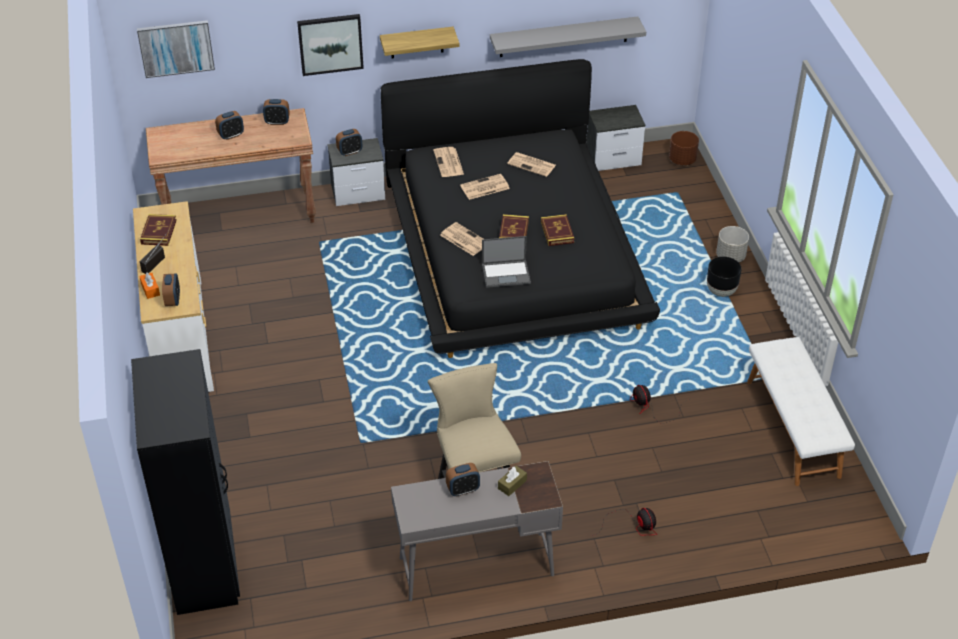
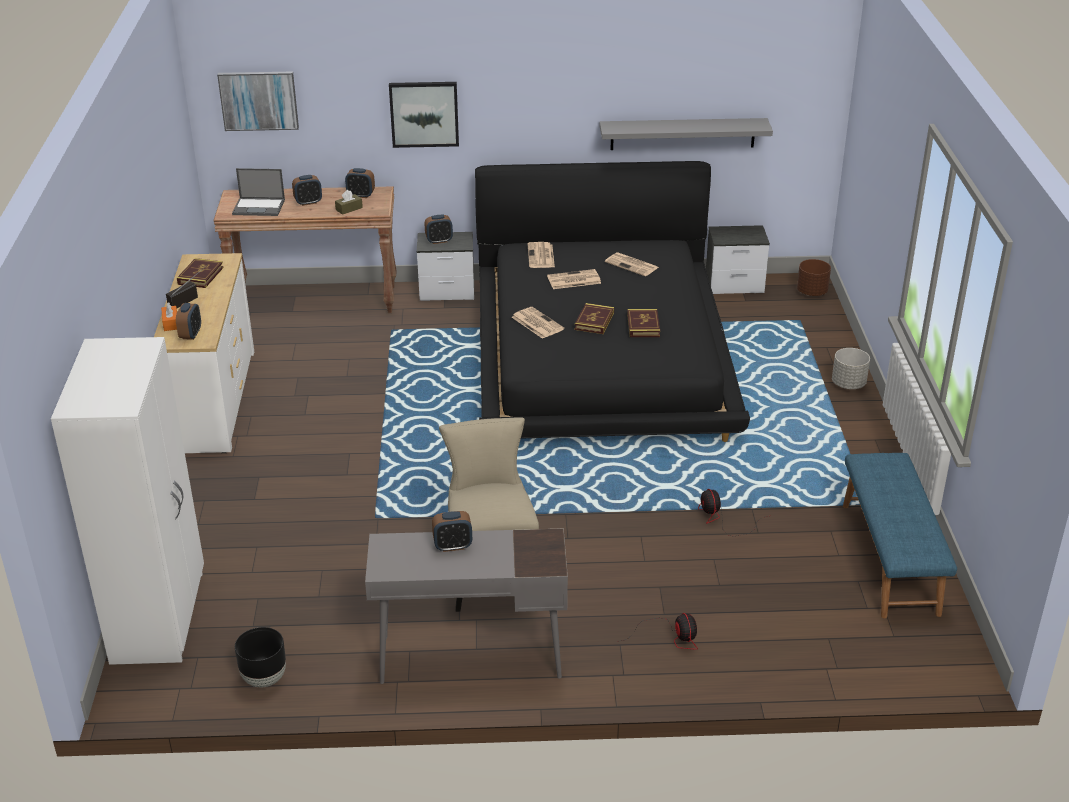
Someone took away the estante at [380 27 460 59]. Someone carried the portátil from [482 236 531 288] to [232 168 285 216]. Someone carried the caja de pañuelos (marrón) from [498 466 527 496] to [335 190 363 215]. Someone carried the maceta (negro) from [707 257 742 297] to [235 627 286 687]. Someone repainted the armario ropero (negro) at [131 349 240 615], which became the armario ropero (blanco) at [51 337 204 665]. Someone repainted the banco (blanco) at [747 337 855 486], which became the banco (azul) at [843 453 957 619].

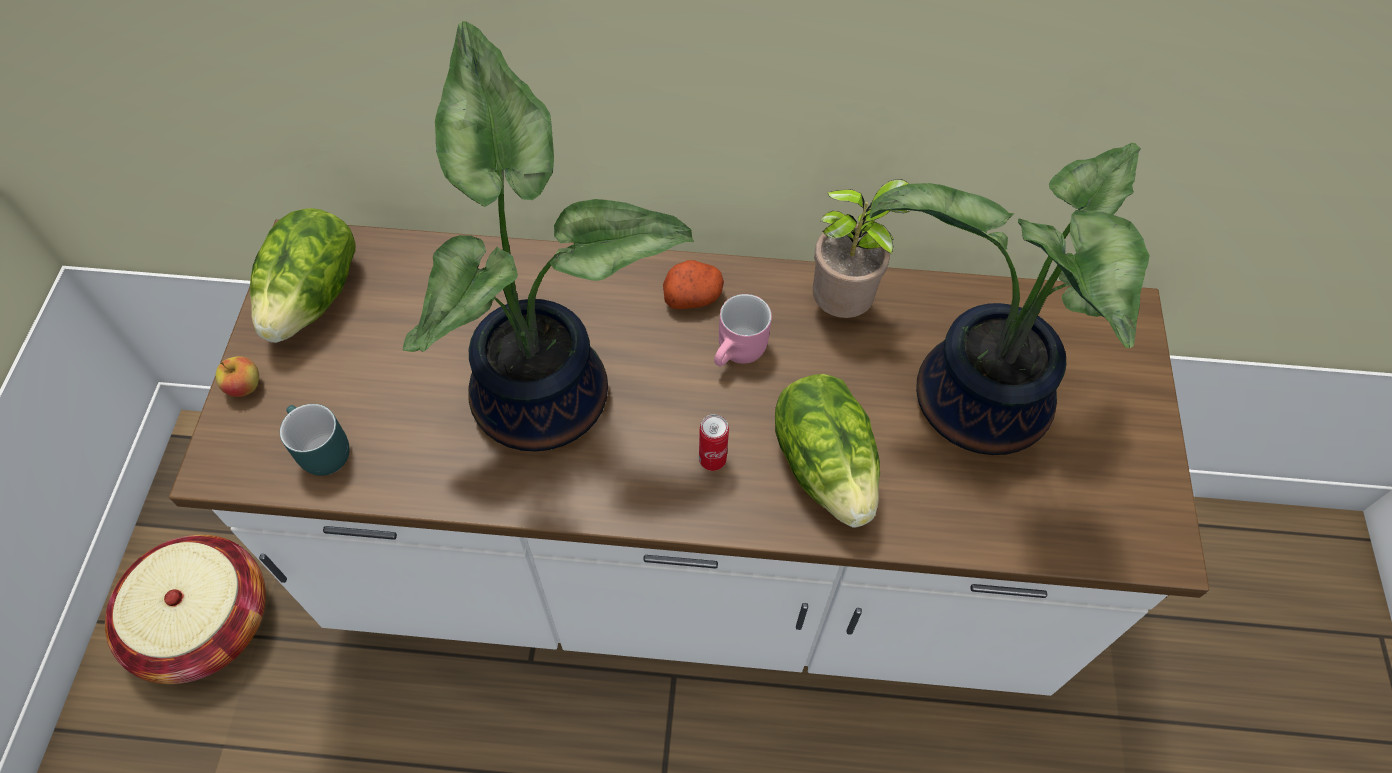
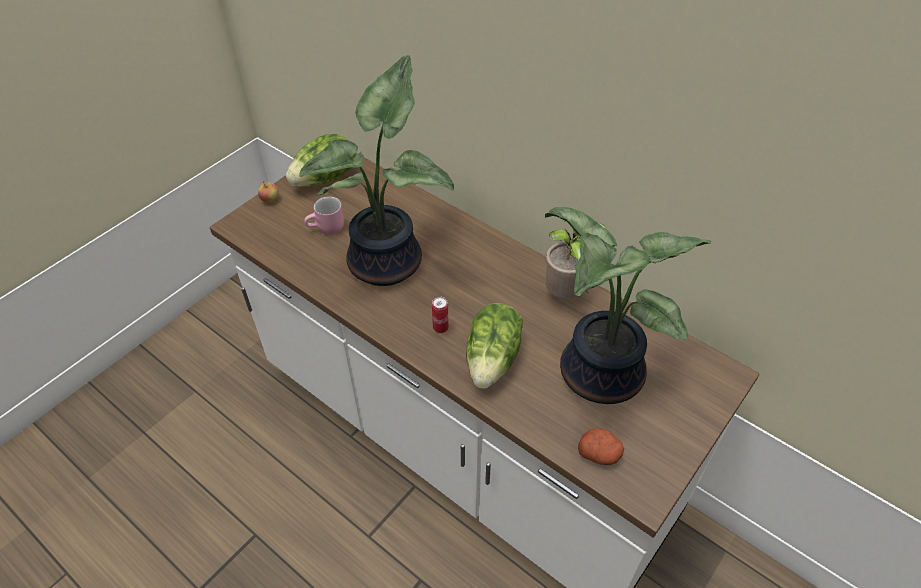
Someone took away the cesta at [105 535 266 684]. Someone took away the taza grande (turquesa) at [280 404 350 476]. Someone carried the patata from [663 260 724 309] to [578 428 624 465]. Someone carried the taza grande (rosa) from [714 294 772 366] to [304 196 344 235].

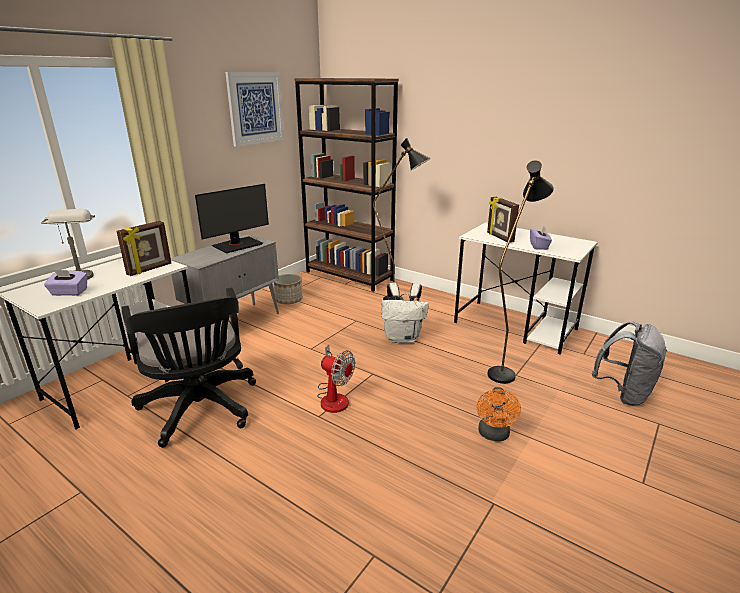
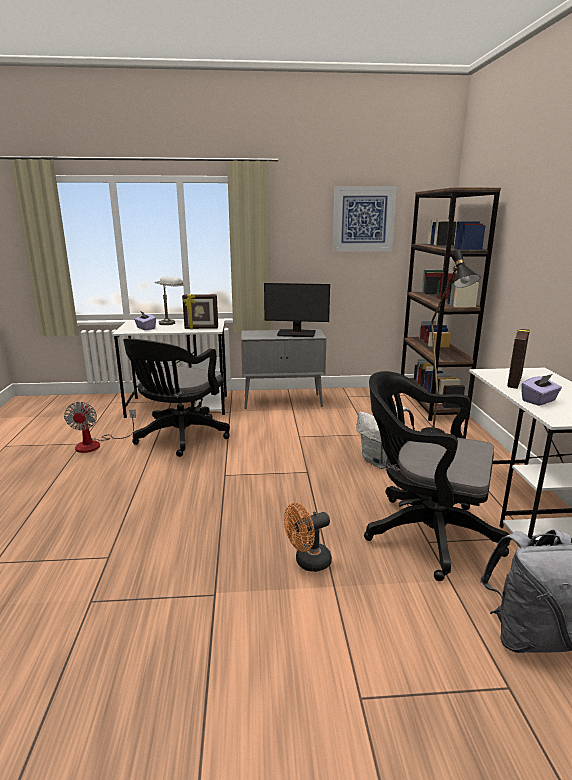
Someone took away the maceta at [274 274 303 304]. Someone carried the ventilador from [317 345 355 413] to [64 402 136 453]. Someone swapped the lámpara de pie (negro) at [488 160 554 384] for the silla de oficina (negro) at [364 371 510 581].

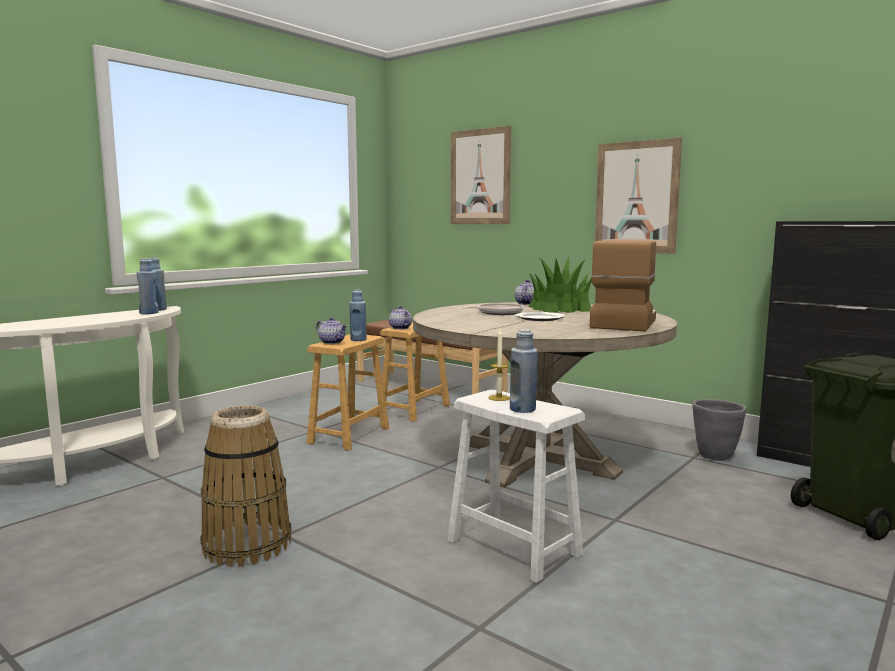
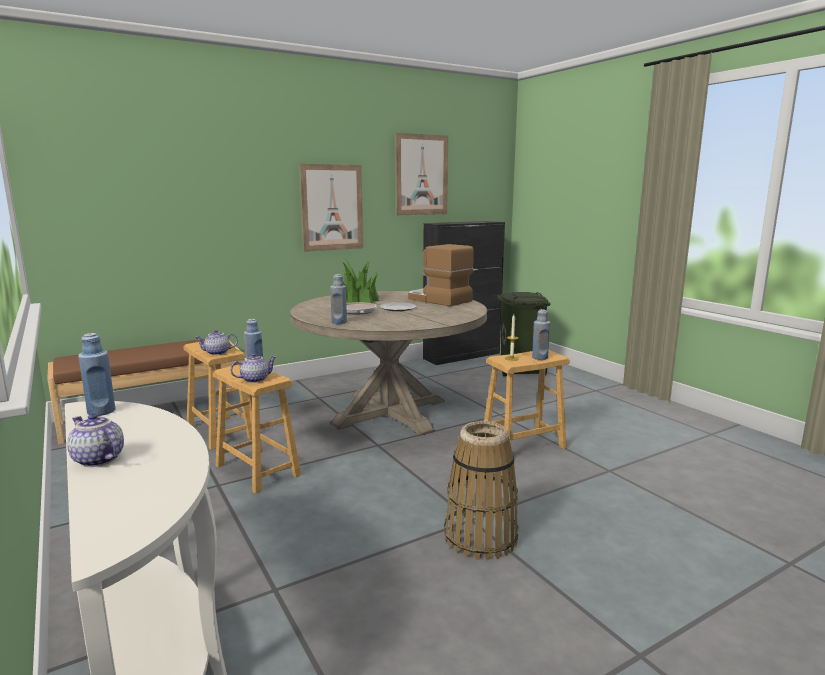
Someone took away the maceta (gris) at [692 399 746 461]. Someone carried the botella (azul) from [137 258 158 314] to [330 274 347 324]. Someone carried the cuadro from [451 126 511 224] to [395 133 448 215]. Someone carried the tetera from [515 280 534 305] to [67 413 124 467]. Someone repainted the taburete (blanco) at [447 390 585 583], which became the taburete (marrón) at [484 350 570 449].

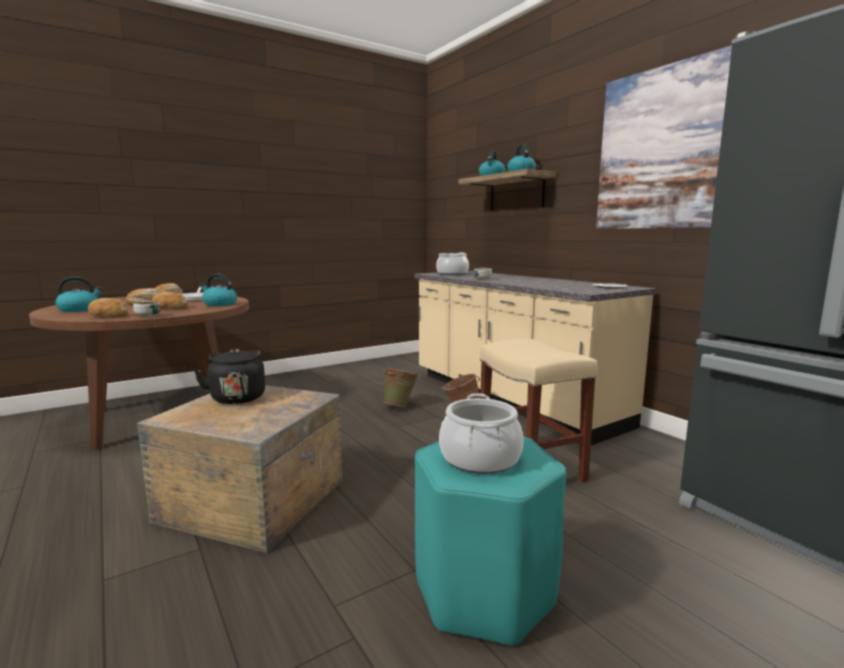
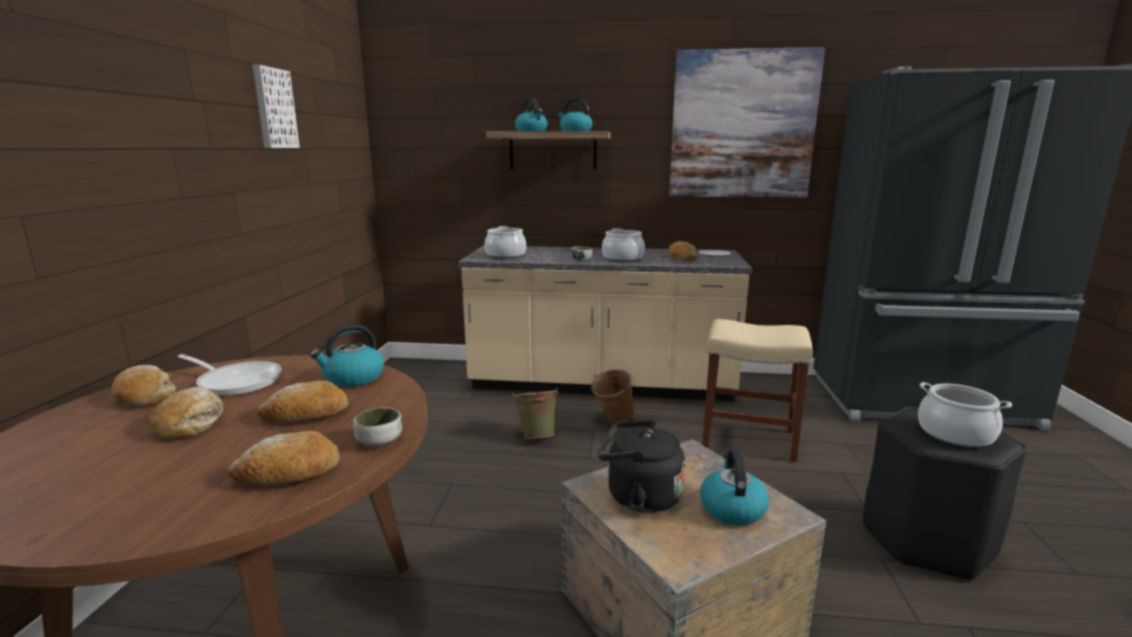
Someone put up the cuadro at [253 65 300 148]. Someone put down the olla at [602 228 645 262]. Someone put down the pan at [668 242 698 260]. Someone carried the hervidor from [55 277 103 312] to [700 449 769 525]. Someone repainted the taburete (turquesa) at [415 437 566 647], which became the taburete (negro) at [863 407 1026 582].

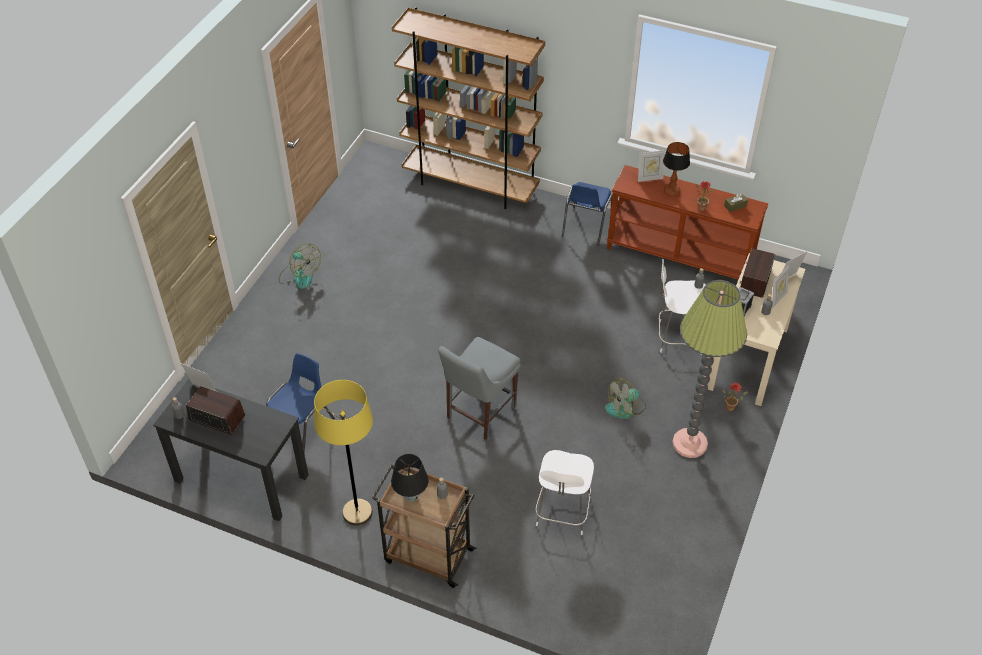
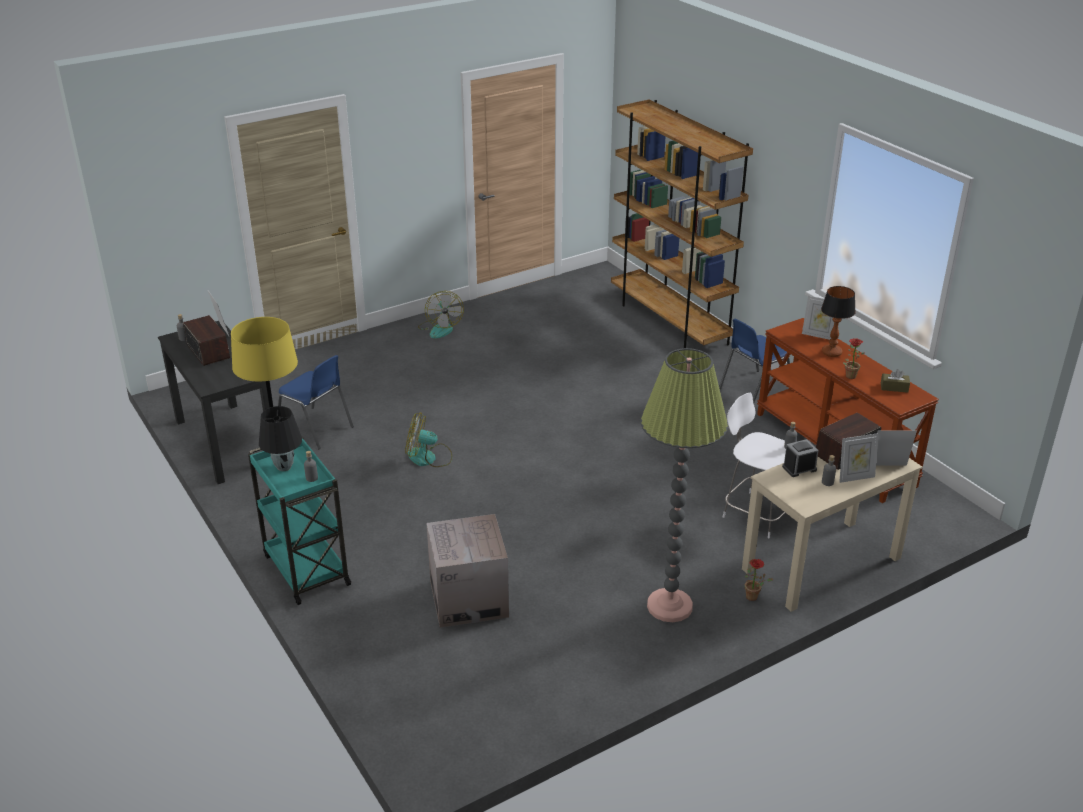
Someone took away the silla (gris) at [438 337 521 440]. Someone carried the ventilador from [605 378 646 419] to [405 412 452 467]. Someone swapped the taburete (blanco) at [535 450 594 535] for the caja de cartón at [426 514 509 628]. Someone repainted the carrito (marrón) at [372 465 476 588], which became the carrito (turquesa) at [248 437 351 605]. Someone rotated the silla (azul) at [266 353 335 455] by 60 degrees clockwise.

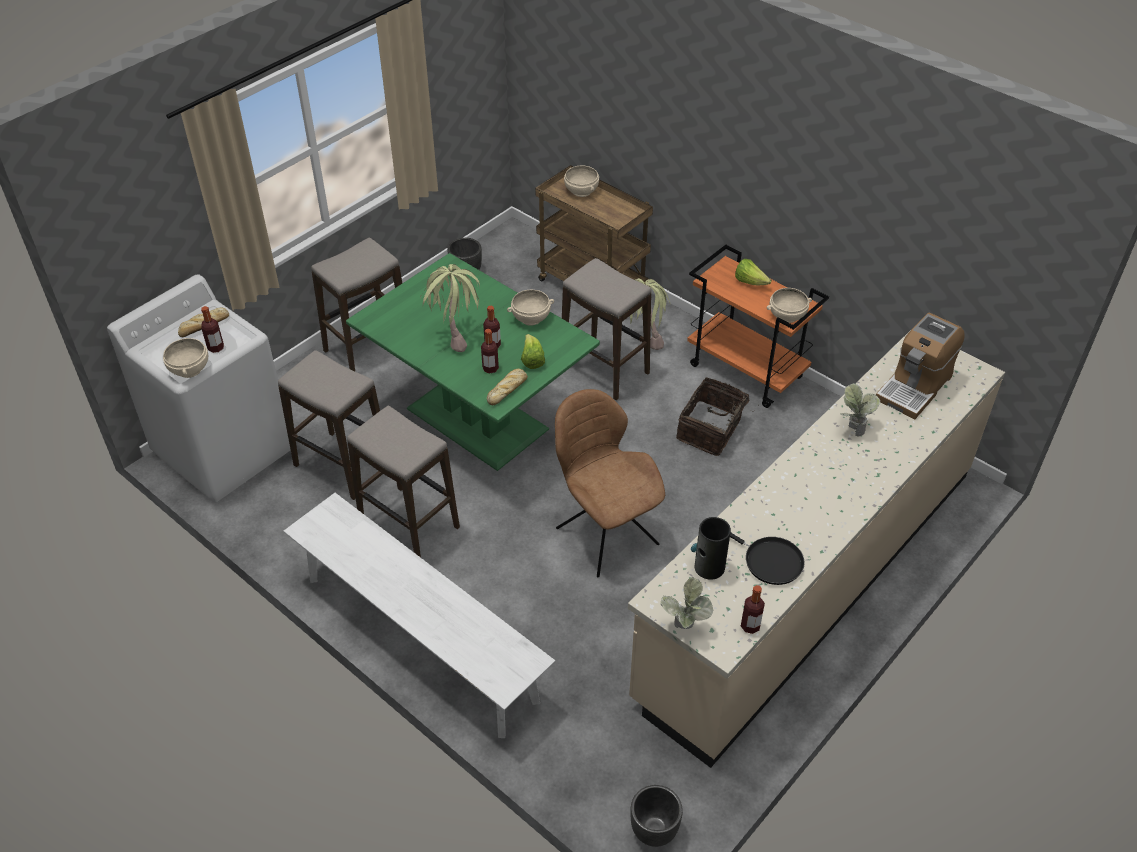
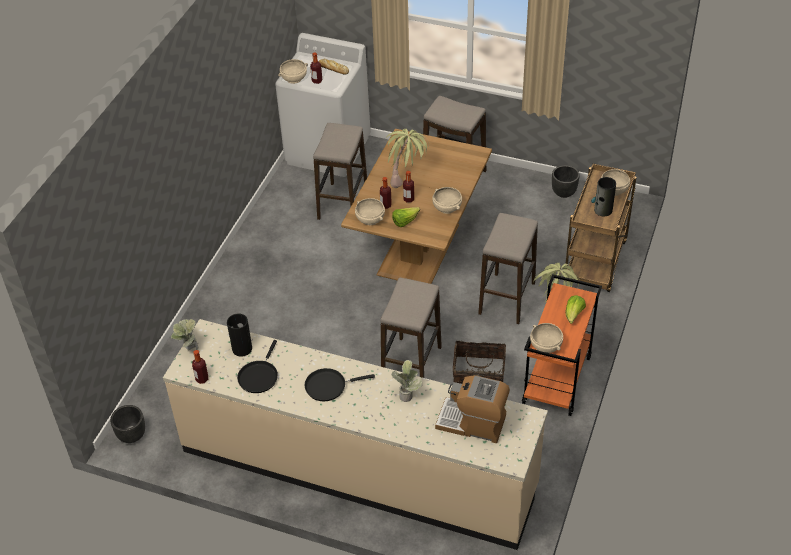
Someone took away the banco (blanco) at [284 493 555 738]. Someone took away the silla (marrón) at [555 389 665 577]. Someone put down the sartén (negro) at [305 368 375 401]. Someone put down the florero at [591 177 616 216]. Someone carried the taburete from [347 406 460 557] to [380 278 442 378]. Someone swapped the pan at [487 369 528 405] for the cuenco (beis) at [355 198 385 225]. Someone repainted the mesa de comedor (verde) at [346 253 600 471], which became the mesa de comedor (marrón) at [341 129 492 284].

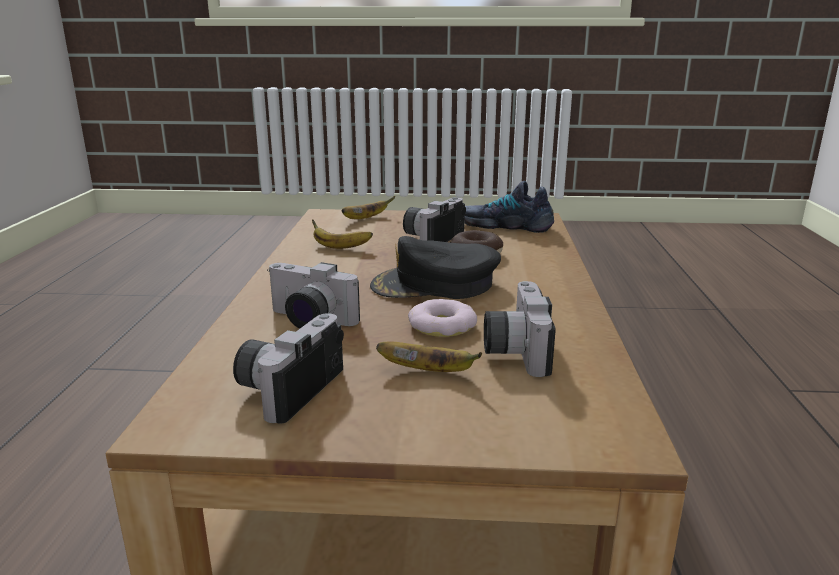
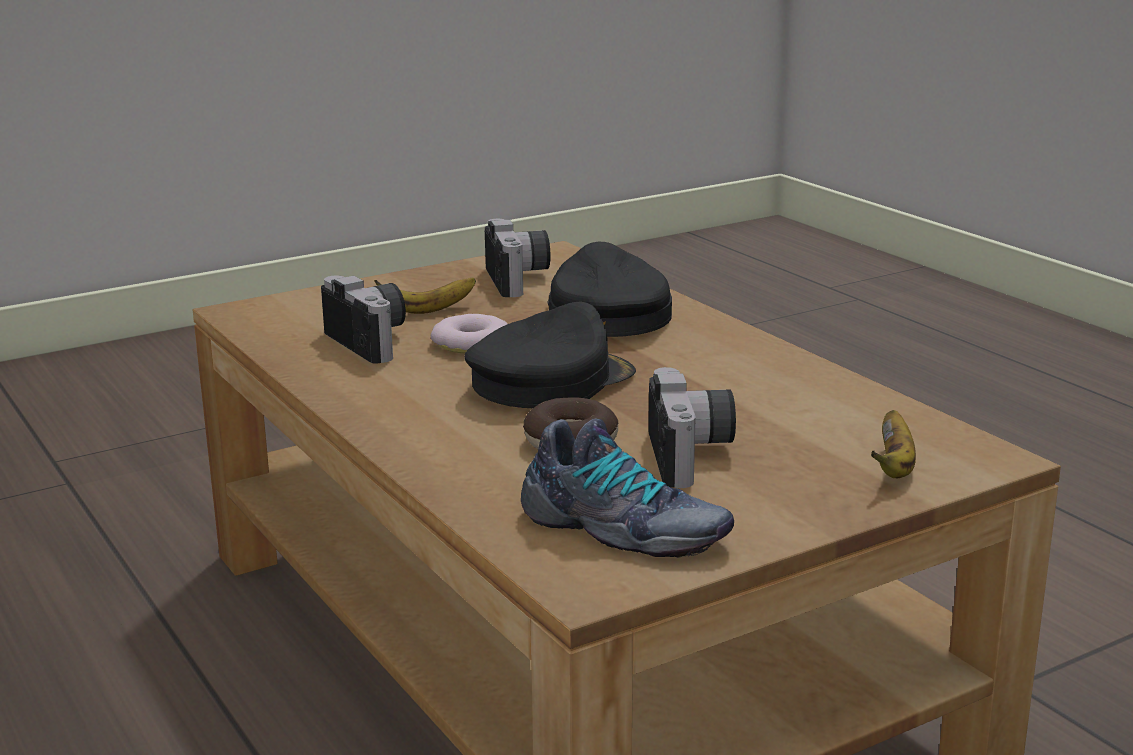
Someone took away the plátano at [312 220 373 249]. Someone swapped the cámara at [267 262 360 328] for the gorra (negro) at [547 242 672 337]. Someone rotated the zapato at [464 181 554 233] by 45 degrees clockwise.

